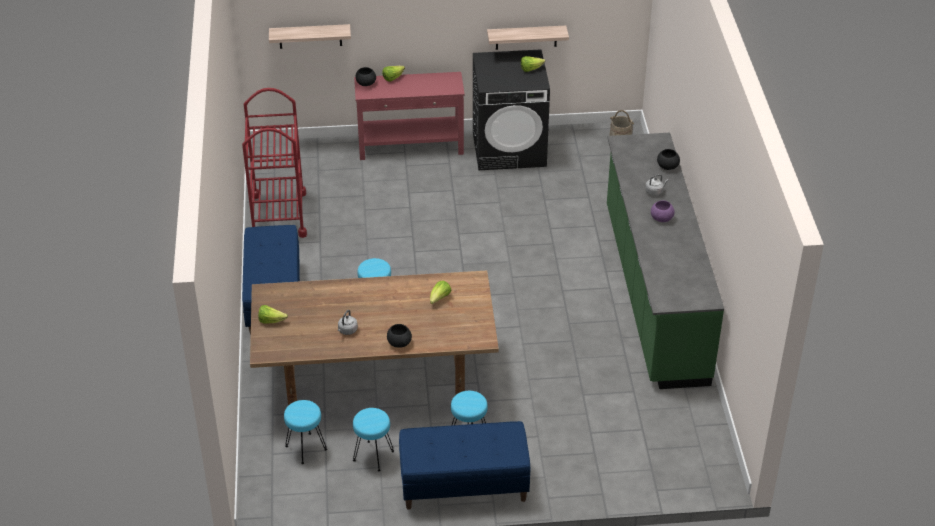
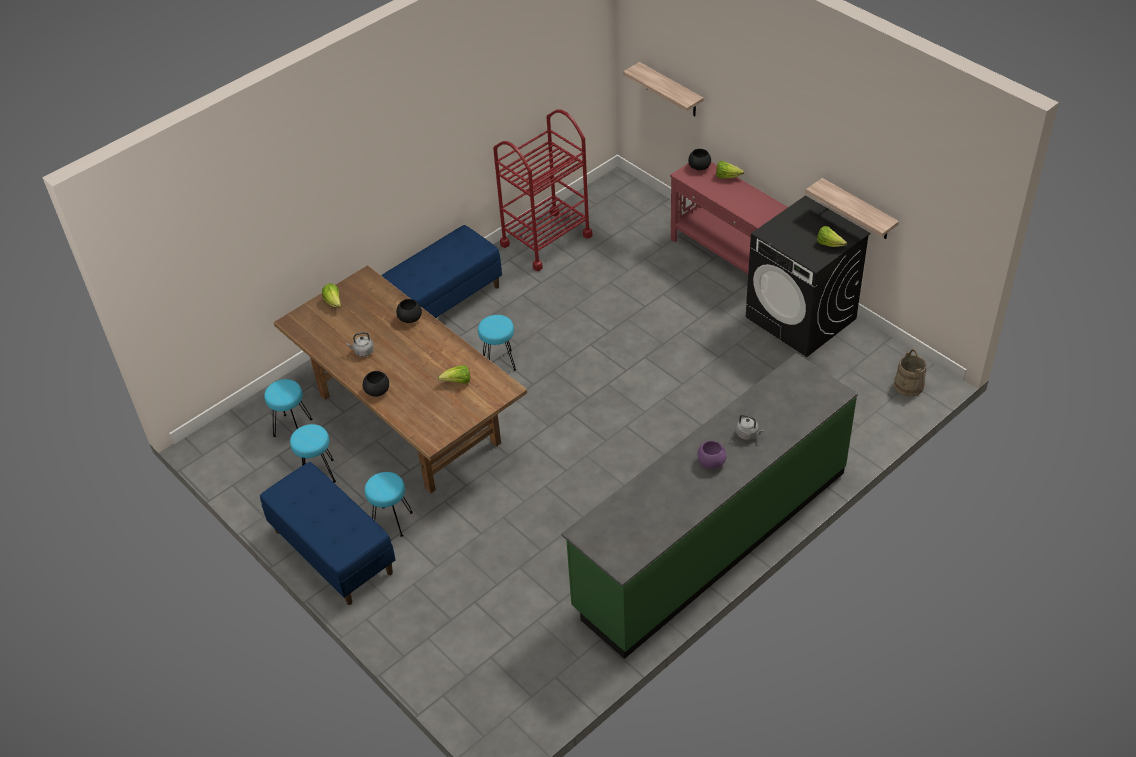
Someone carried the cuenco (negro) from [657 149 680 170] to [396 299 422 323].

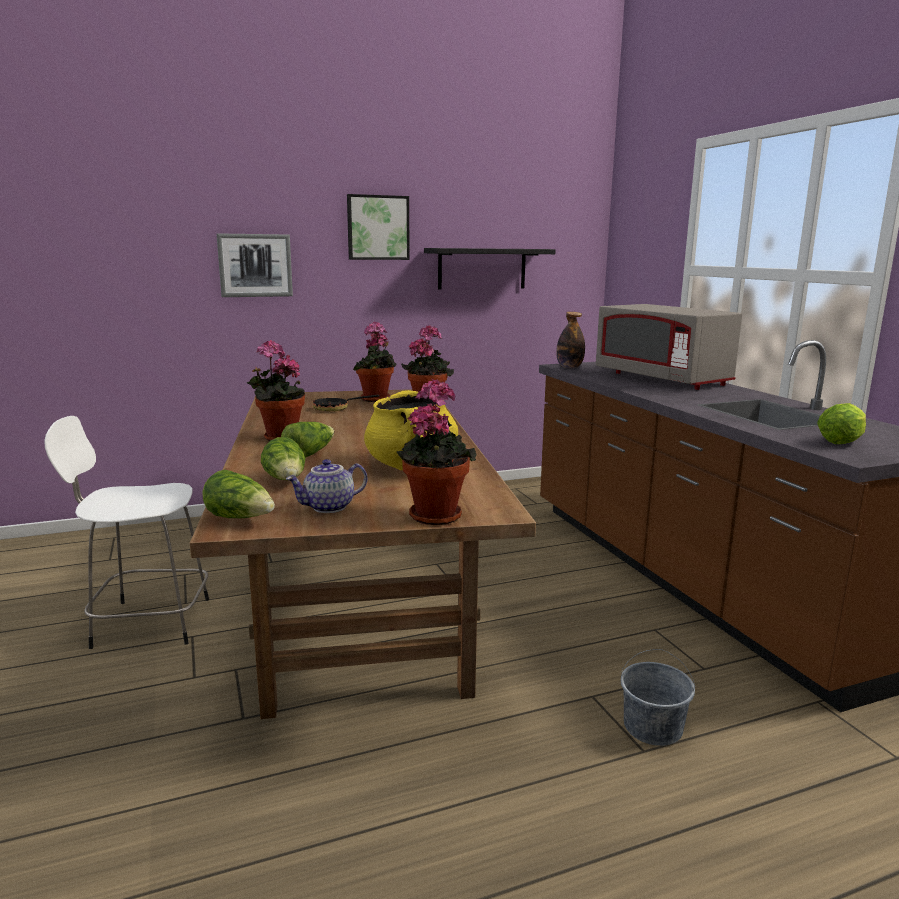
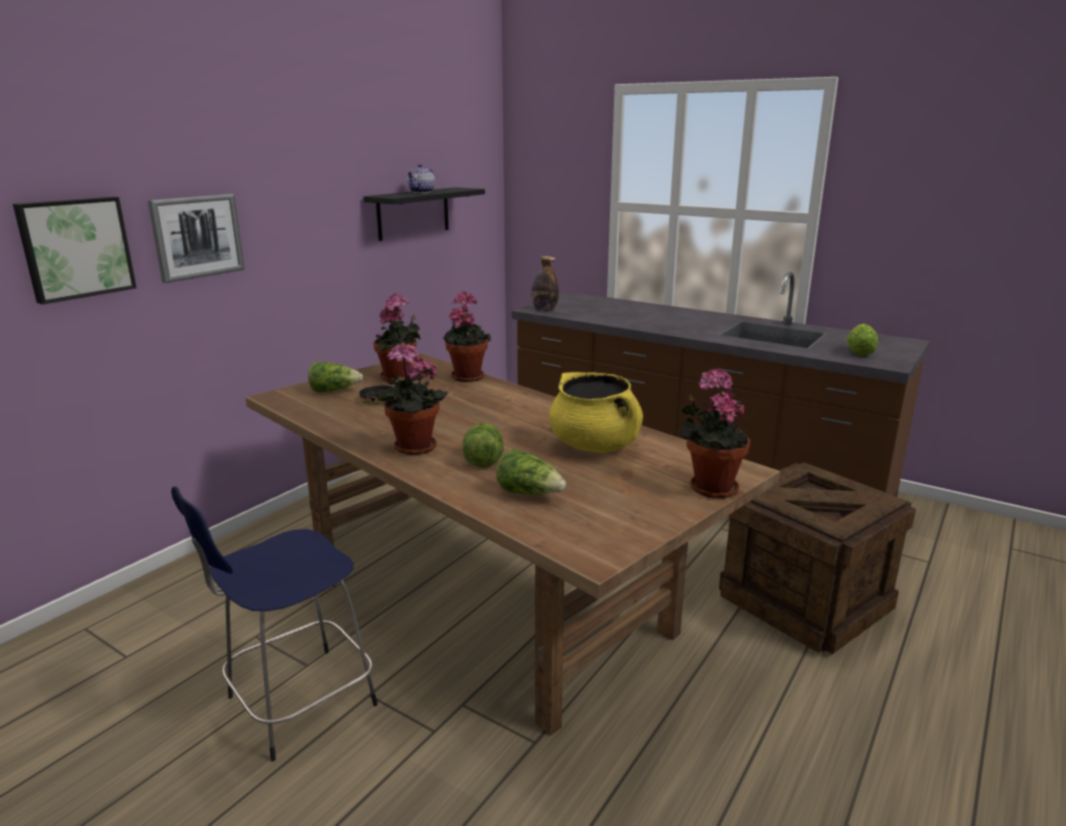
Someone took away the microondas (gris) at [596 304 742 390]. Someone carried the lechuga from [202 470 275 518] to [308 362 363 393]. Someone carried the tetera from [286 459 367 513] to [407 164 435 193]. Someone carried the cuadro from [347 194 410 260] to [13 197 136 304]. Someone swapped the cubo (gris) at [621 649 695 746] for the caja de embalaje at [719 463 916 654]. Someone repainted the taburete (blanco) at [44 416 209 649], which became the taburete (azul) at [171 486 378 761].

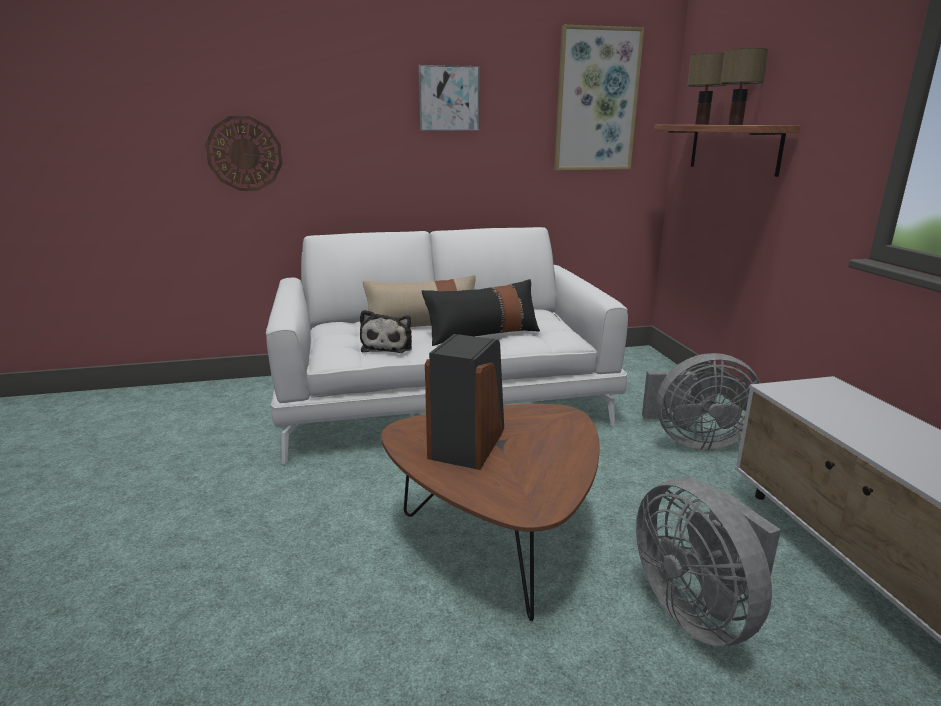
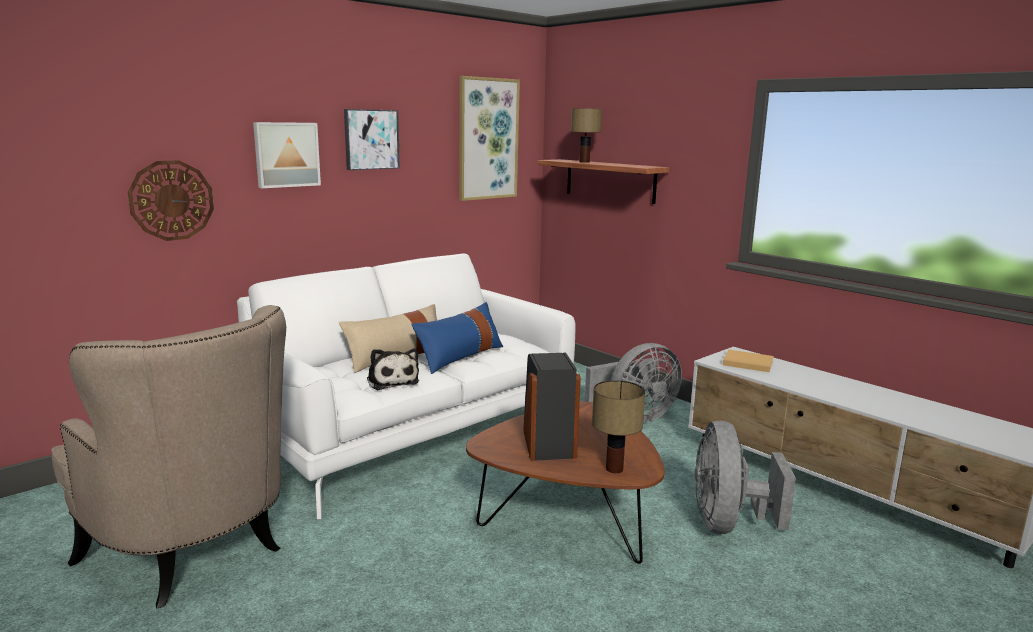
Someone put down the sillón (beis) at [51 305 286 609]. Someone put up the cuadro at [253 122 321 188]. Someone put down the libro (beis) at [722 350 774 372]. Someone carried the lámpara de mesa from [720 48 768 125] to [592 380 645 473]. Someone repainted the cojín (negro) at [422 279 540 346], which became the cojín (azul) at [411 302 503 374]. Someone rotated the ventilador (gris) at [636 478 781 646] by 60 degrees clockwise.

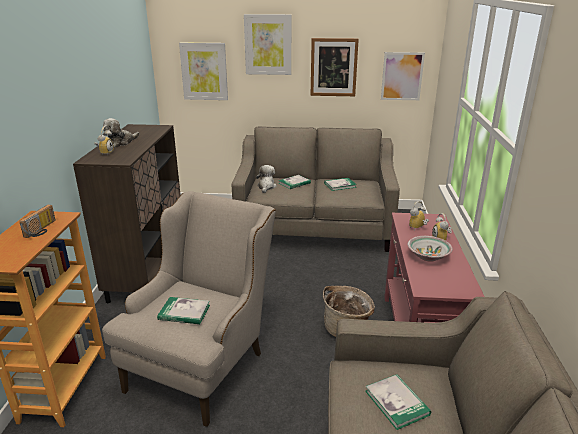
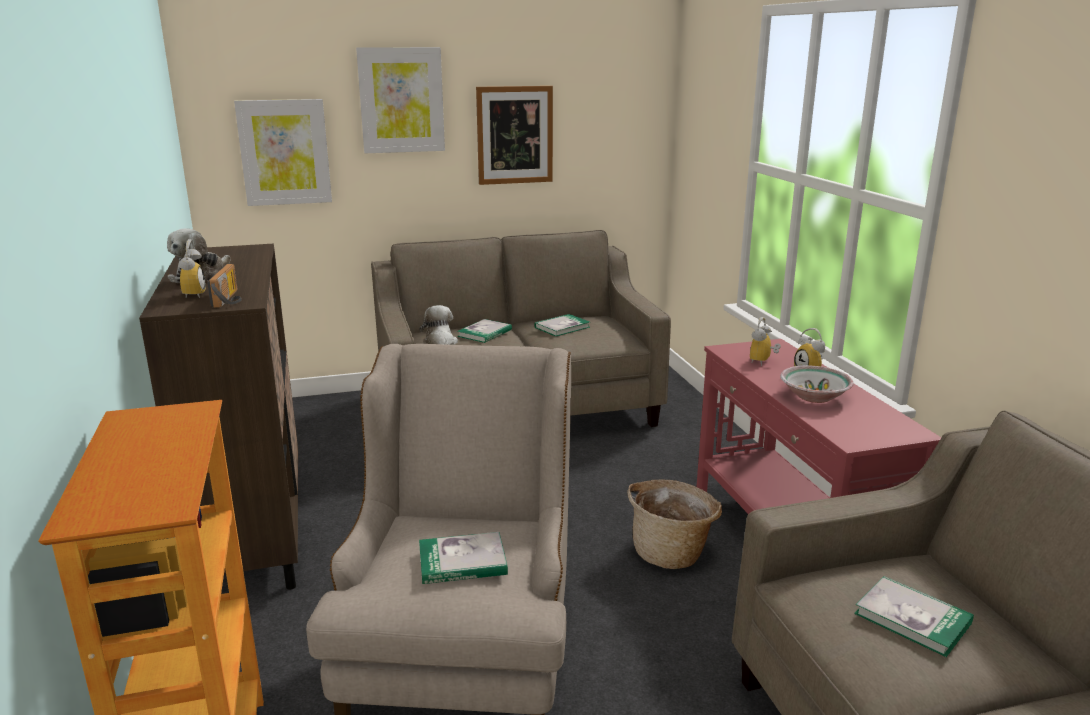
Someone took away the cuadro at [381 52 425 100]. Someone carried the radio from [19 204 56 238] to [207 264 242 308].

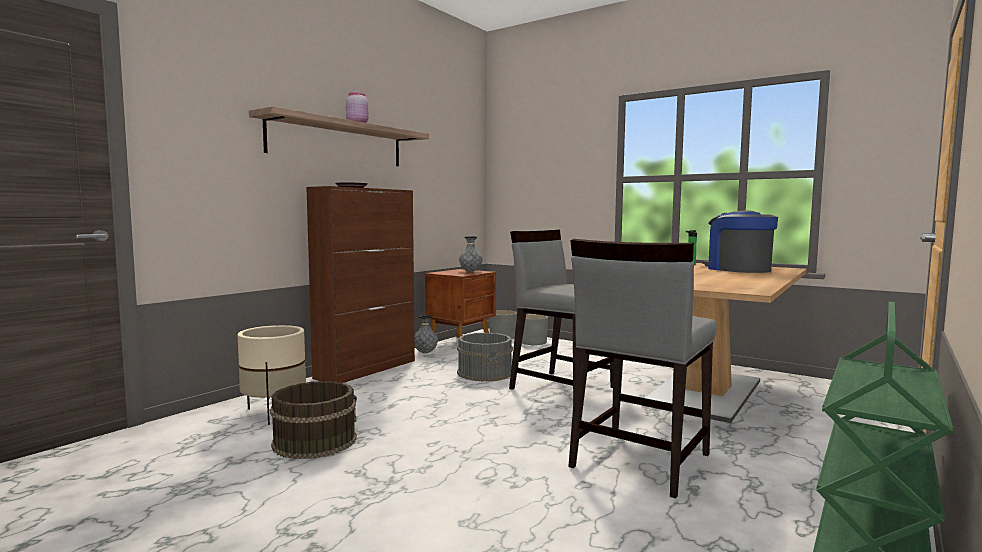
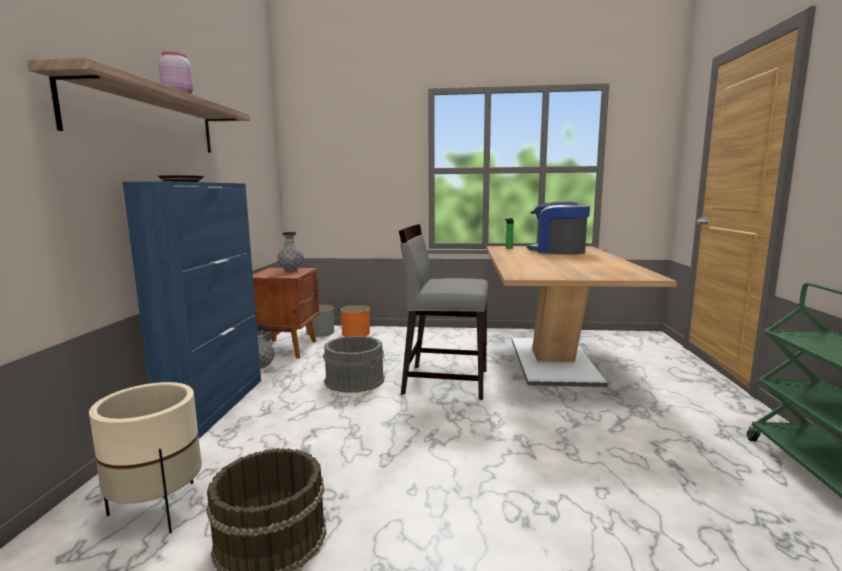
Someone took away the silla (gris) at [568 239 717 499]. Someone repainted the armario (marrón) at [306 186 415 383], which became the armario (azul) at [123 181 261 439]. Someone repainted the maceta (gris) at [522 314 548 345], which became the maceta (naranja) at [341 305 370 337].

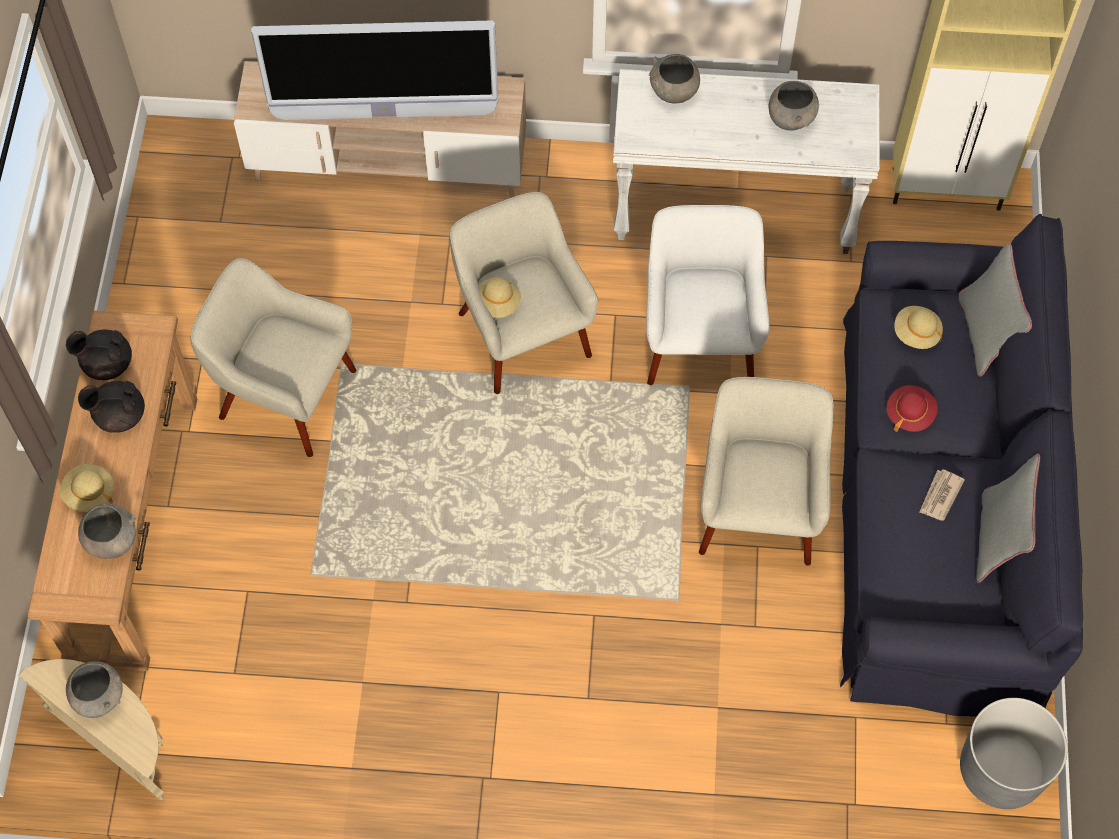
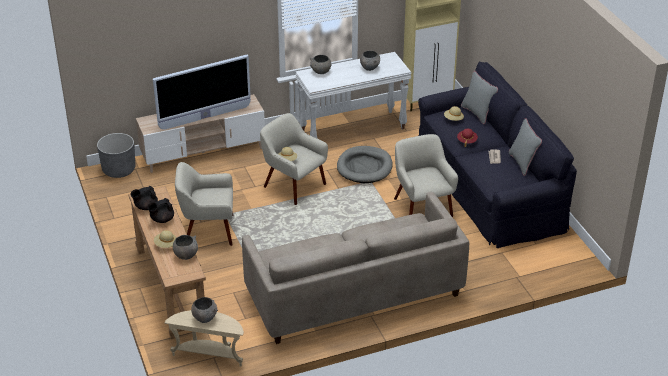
Someone put down the sofá (beis) at [242 192 469 344]. Someone carried the maceta (gris) from [960 698 1067 809] to [97 133 135 178]. Someone swapped the sillón (blanco) at [646 205 769 385] for the cama para perro (gris) at [337 146 393 183].

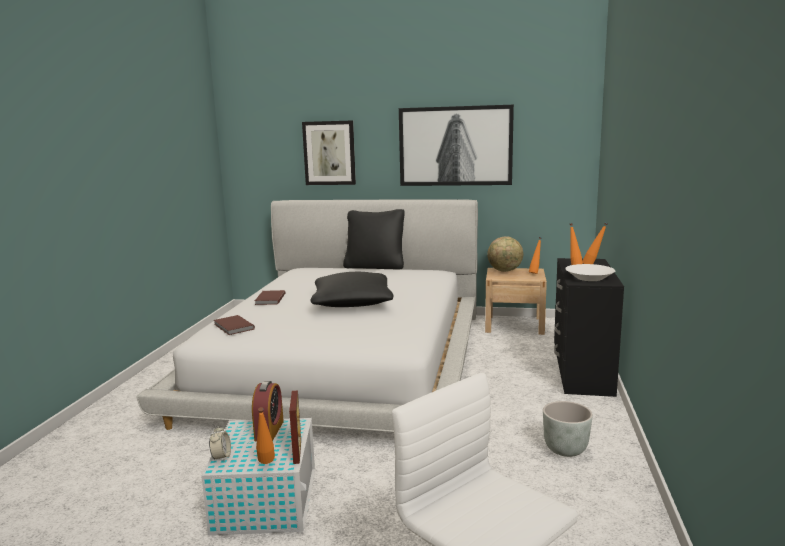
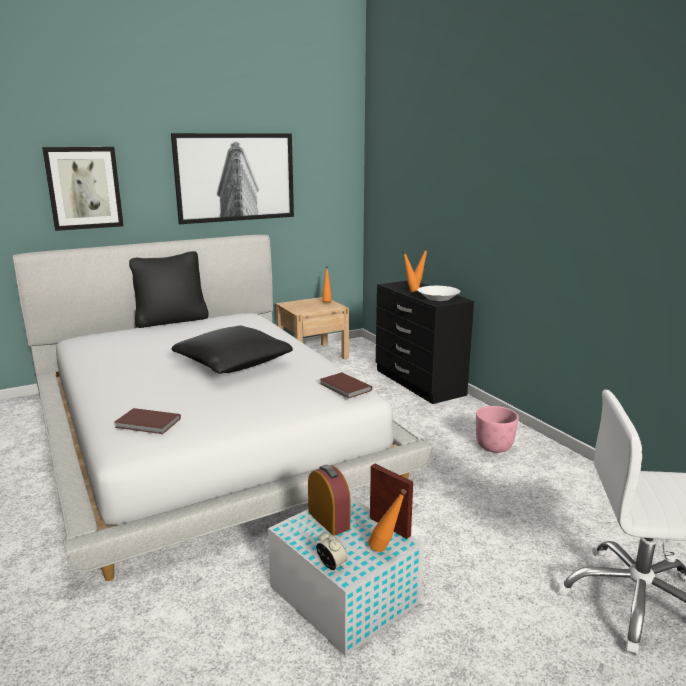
Someone took away the globo terráqueo at [487 236 523 272]. Someone carried the libro (marrón) from [255 290 285 305] to [320 372 372 399]. Someone repainted the maceta (gris) at [543 401 593 457], which became the maceta (rosa) at [476 406 519 453].

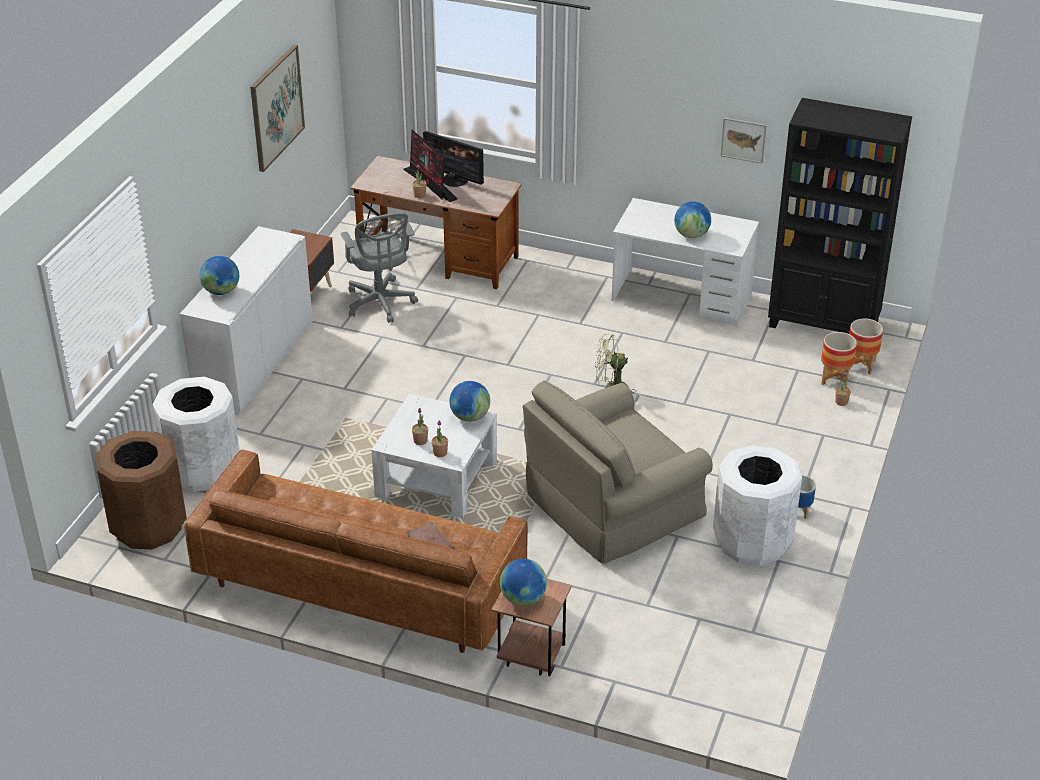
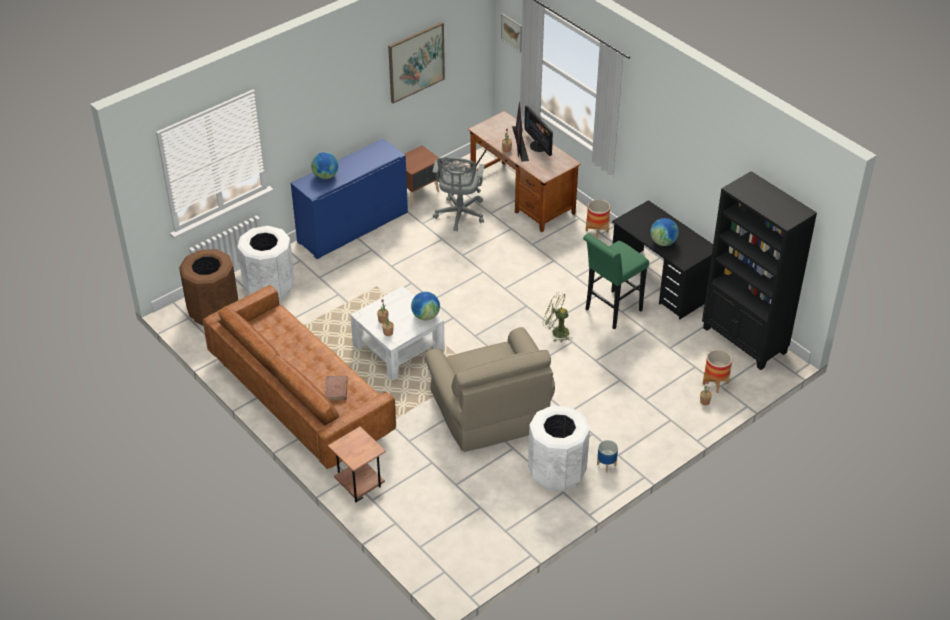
Someone took away the globo terráqueo at [500 559 547 606]. Someone put down the taburete (verde) at [583 233 649 329]. Someone carried the cuadro from [721 117 767 164] to [501 13 522 52]. Someone carried the maceta from [849 318 883 375] to [586 199 610 239]. Someone repainted the armario (blanco) at [180 226 313 414], which became the armario (azul) at [291 138 408 259]. Someone repainted the escritorio (blanco) at [612 198 759 327], which became the escritorio (negro) at [612 200 713 319]. Someone rotated the sillón (beis) at [523 380 713 564] by 105 degrees counterclockwise.

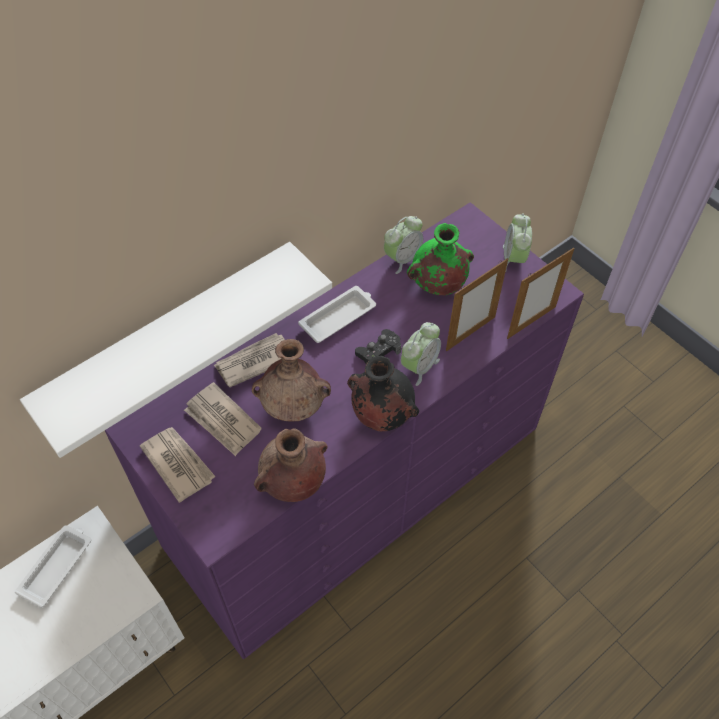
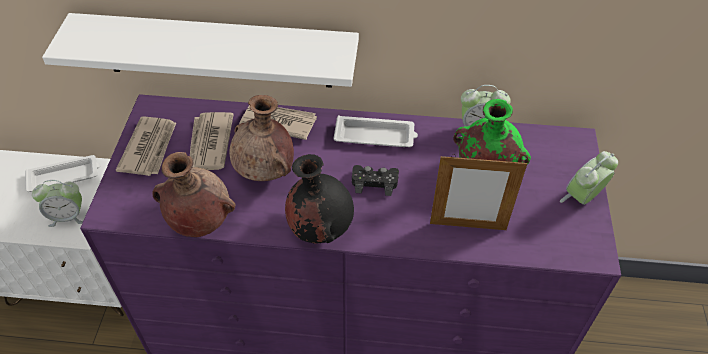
Someone took away the portarretratos at [507 248 574 339]. Someone carried the despertador from [401 322 441 386] to [32 180 83 227].

